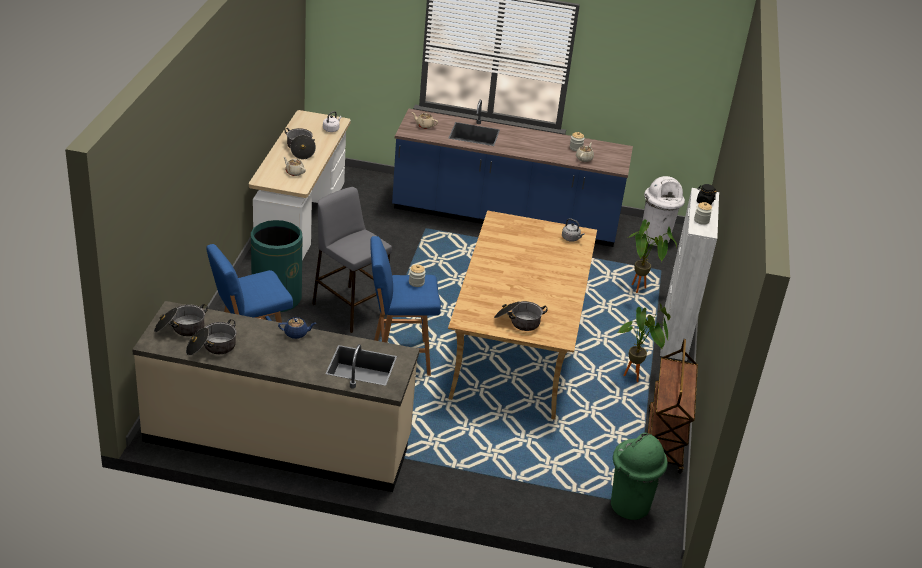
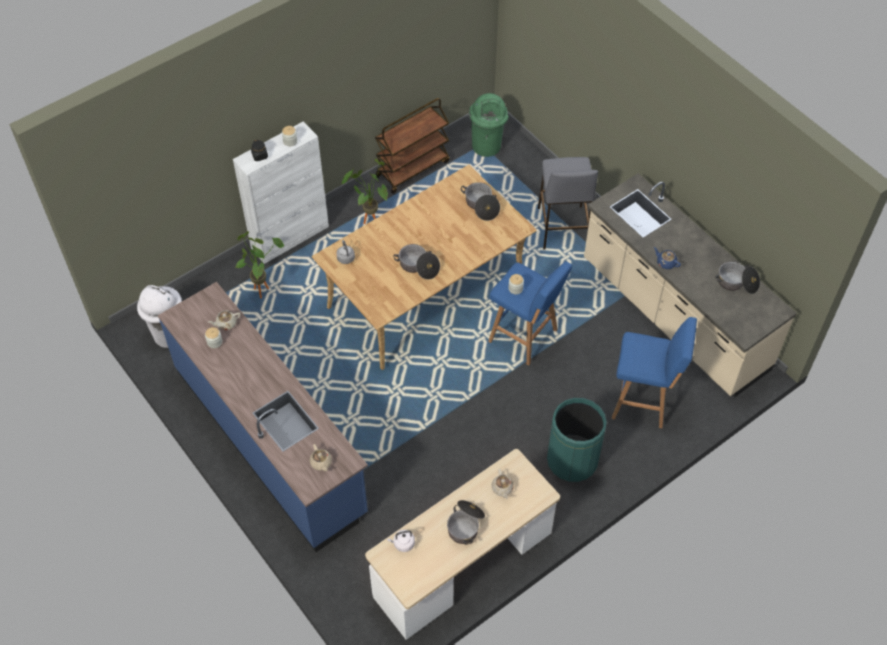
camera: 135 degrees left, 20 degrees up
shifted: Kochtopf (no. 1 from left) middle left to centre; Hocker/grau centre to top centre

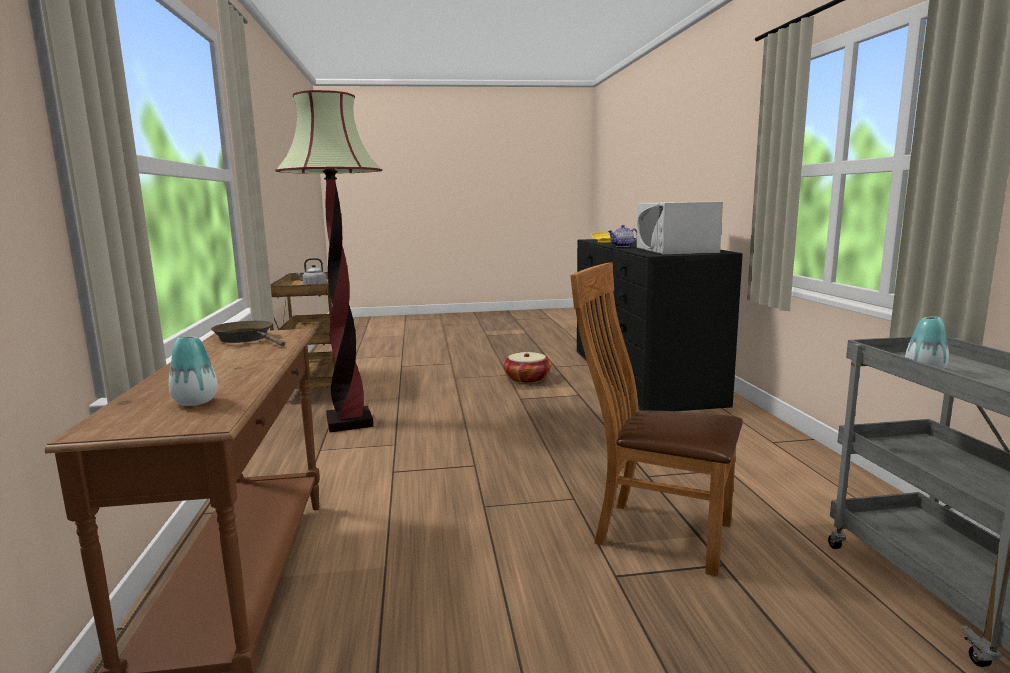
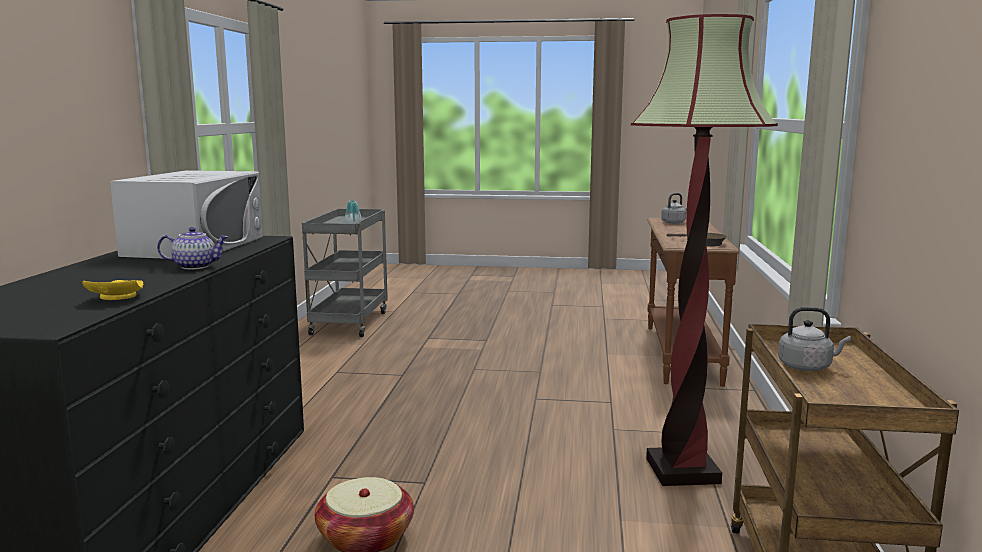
camera: 165 degrees left, 0 degrees up
gone: Stuhl/braun centre
swapped: Vase (no. 1 from left) middle left to Wasserkessel/grau (no. 1 from left) middle right

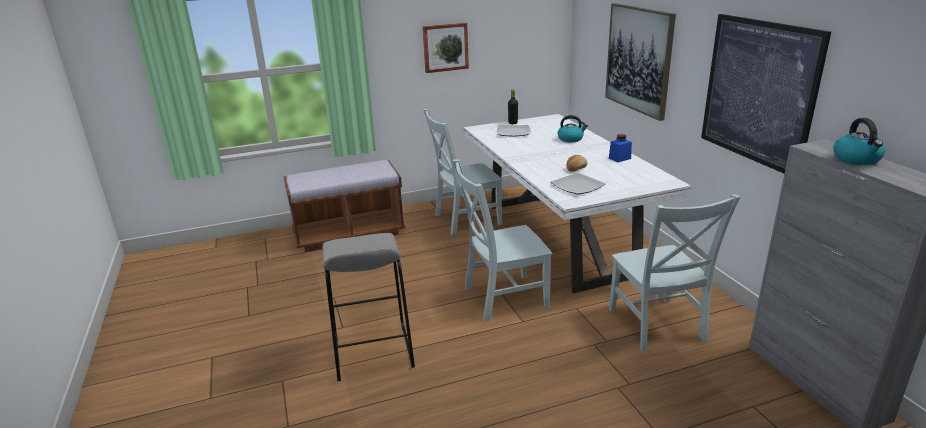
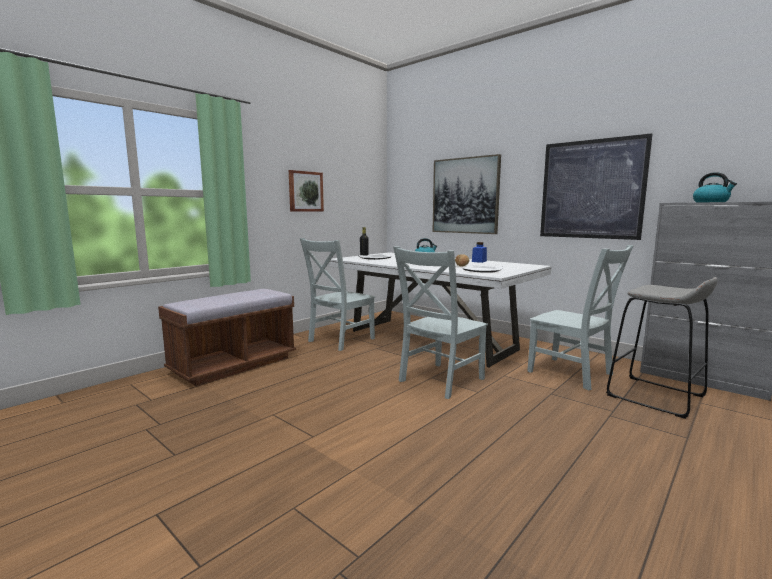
camera: 30 degrees left, 15 degrees down
shifted: Hocker/grau bottom centre to middle right

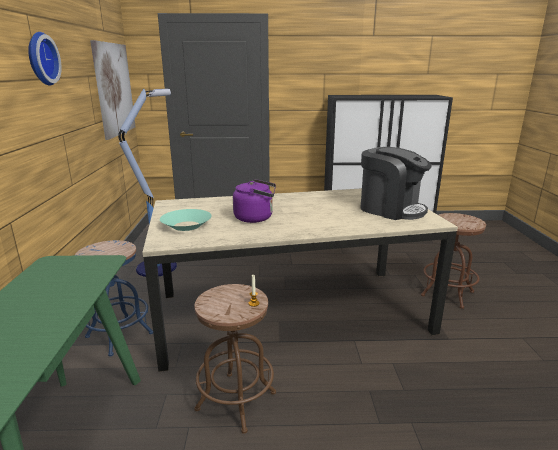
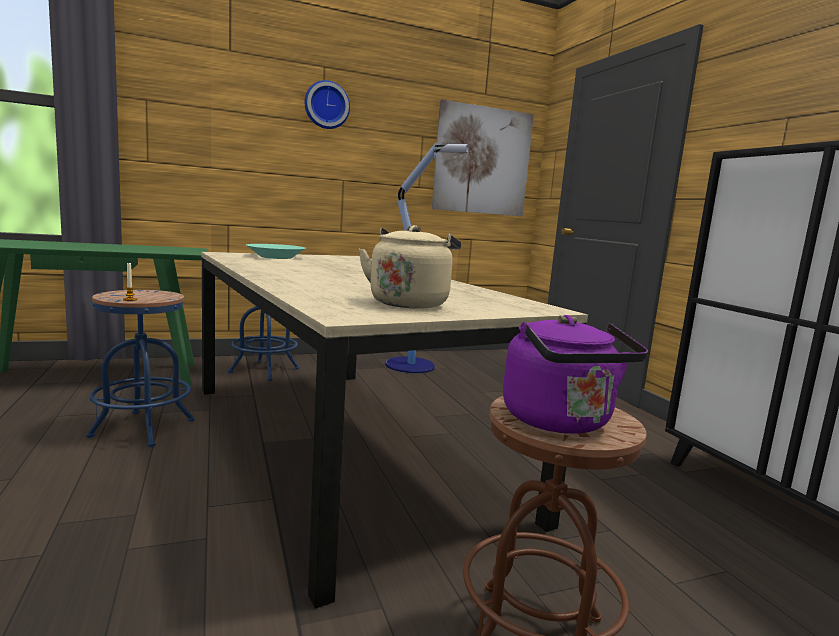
camera: 70 degrees right, 10 degrees down
shifted: Wasserkessel/lila centre to middle right
swapped: Kaffeemaschine middle right to Wasserkessel/beige centre
repainted: Hocker/braun (no. 1 from left) bottom centre to Hocker/blau (no. 1 from left) middle left

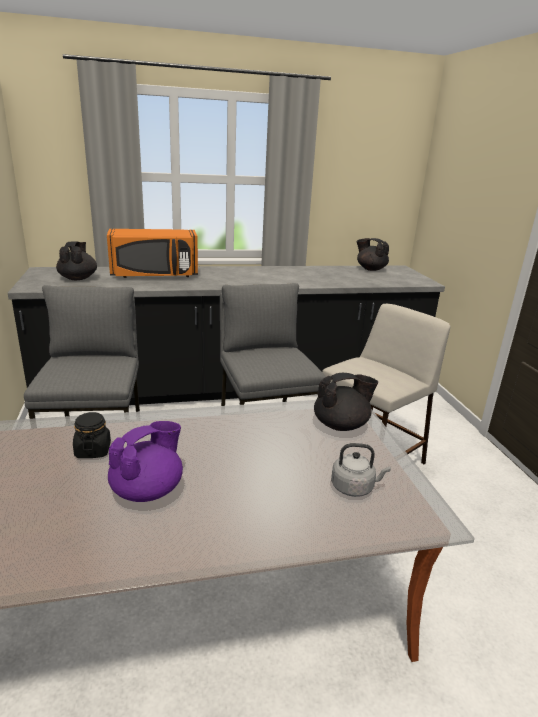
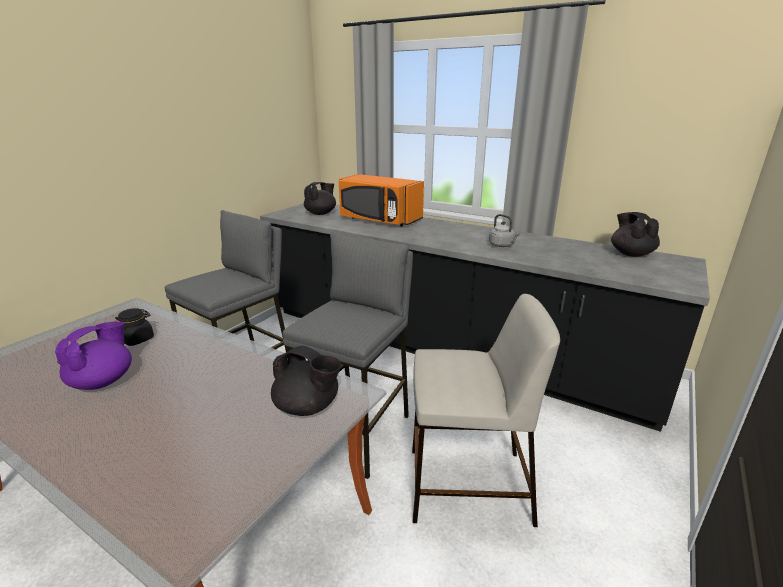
camera: 45 degrees right, 0 degrees up
shifted: Wasserkessel/grau middle right to centre
rotated: Teekanne/lila middle left = middle left 60 degrees counterclockwise

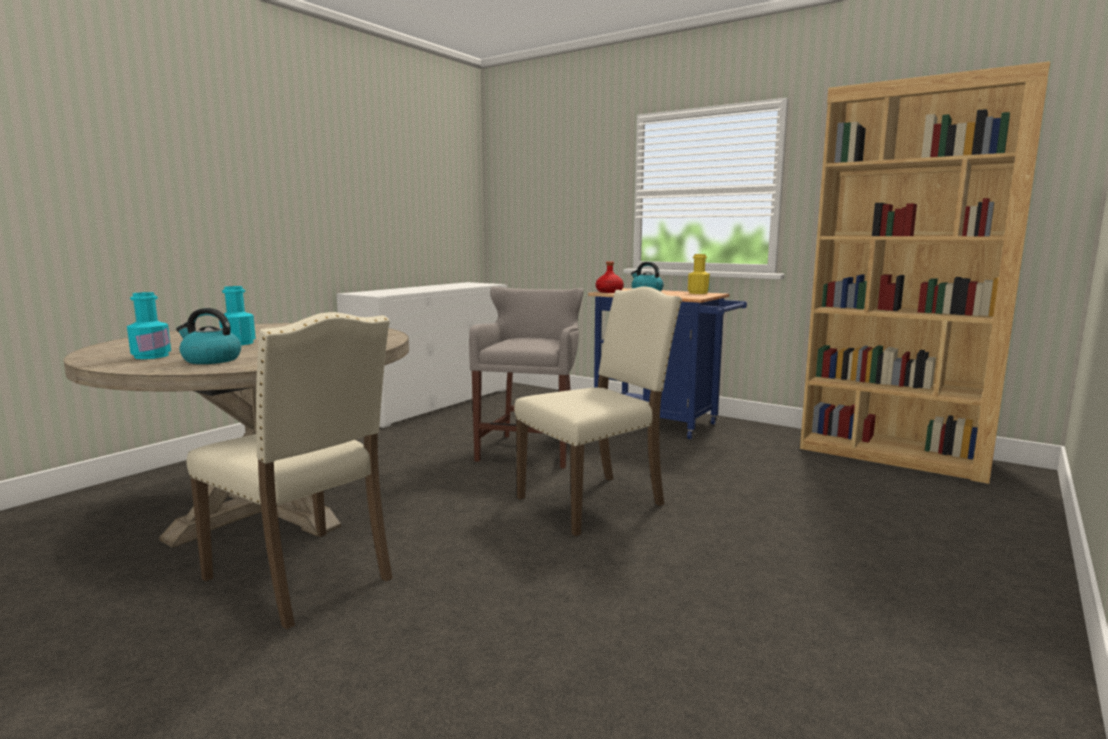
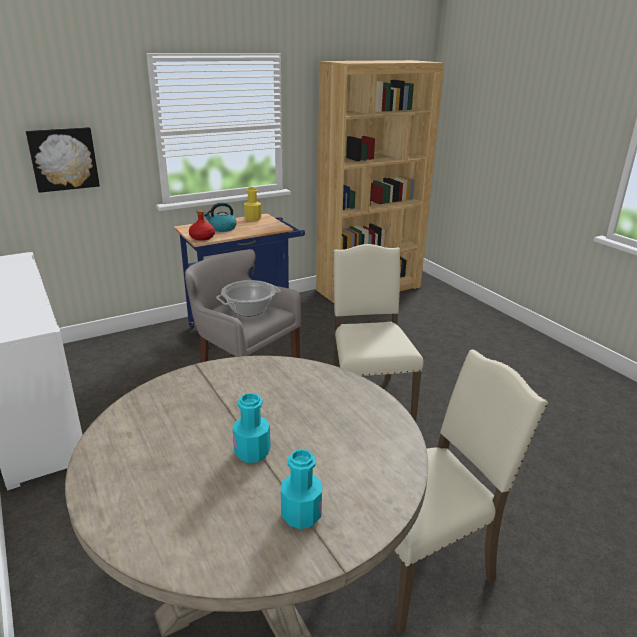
camera: 65 degrees left, 15 degrees up
gone: Wasserkessel (no. 1 from left) middle left
new: Bild top left; Kochtopf centre

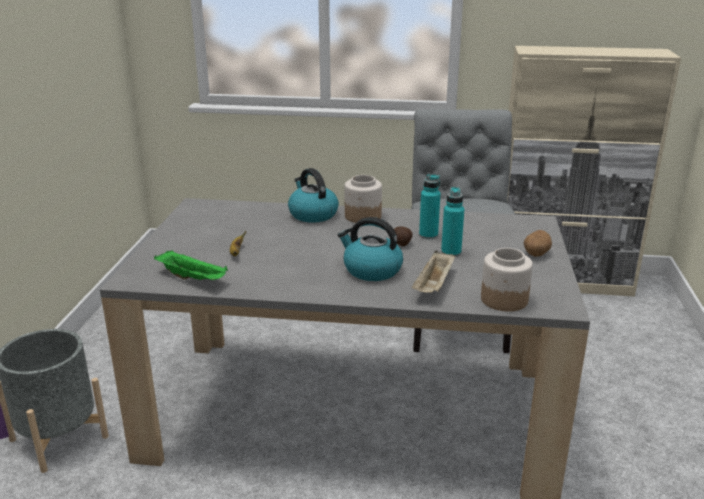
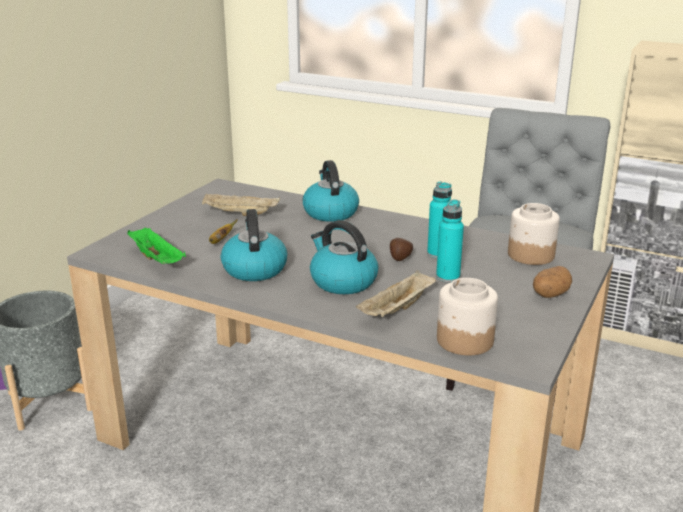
camera: 20 degrees right, 0 degrees up
new: Tablett/beige (no. 1 from left) centre; Wasserkessel (no. 1 from left) centre
shifted: Vorratsglas (no. 1 from left in the first image) centre to Vorratsglas (no. 2 from left) middle right

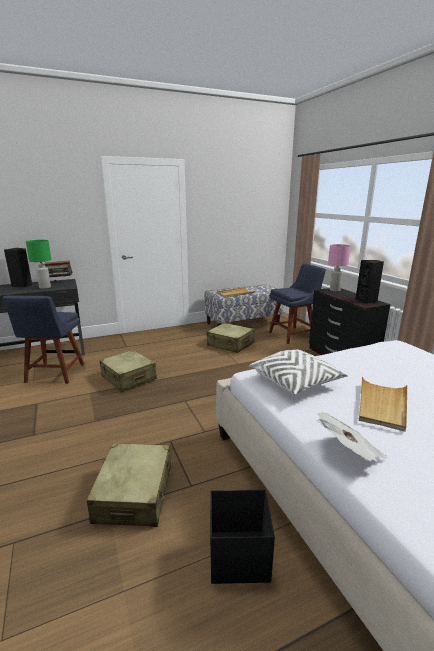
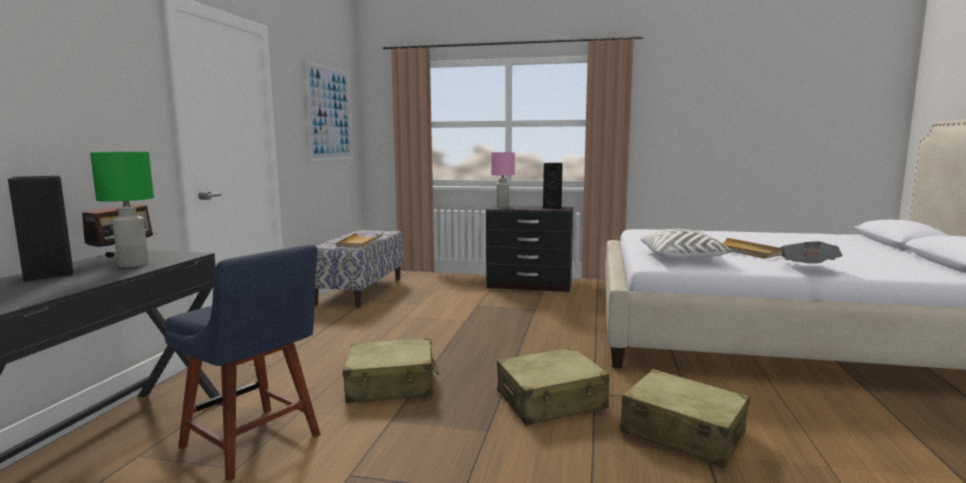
camera: 55 degrees left, 10 degrees down
gone: Aufbewahrungsbox/schwarz bottom centre; Stuhl/blau (no. 2 from left) middle right
new: Bild top centre
shifted: Koffer/beige (no. 3 from left in the first image) centre to Koffer/beige (no. 2 from left) bottom centre

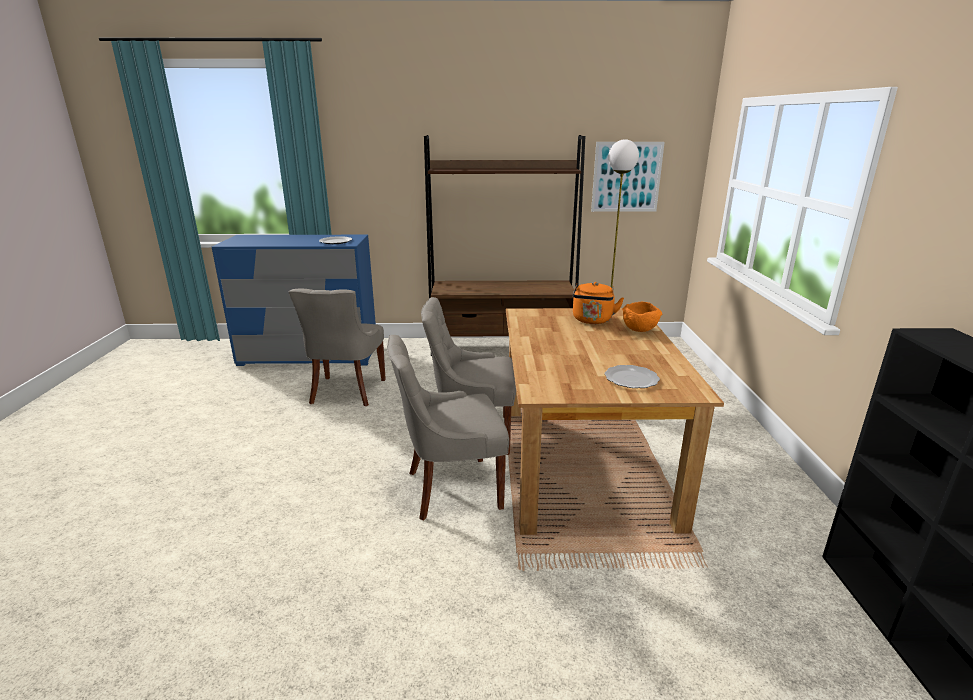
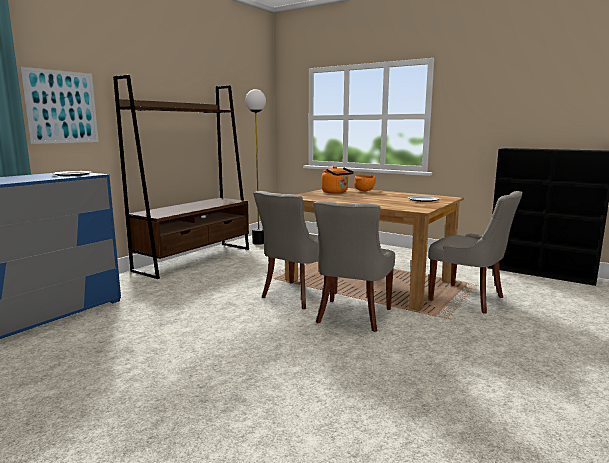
camera: 55 degrees left, 10 degrees down
shifted: Stuhl/grau (no. 1 from left in the first image) centre to Stuhl/grau (no. 3 from left) middle right; Bild top centre to top left

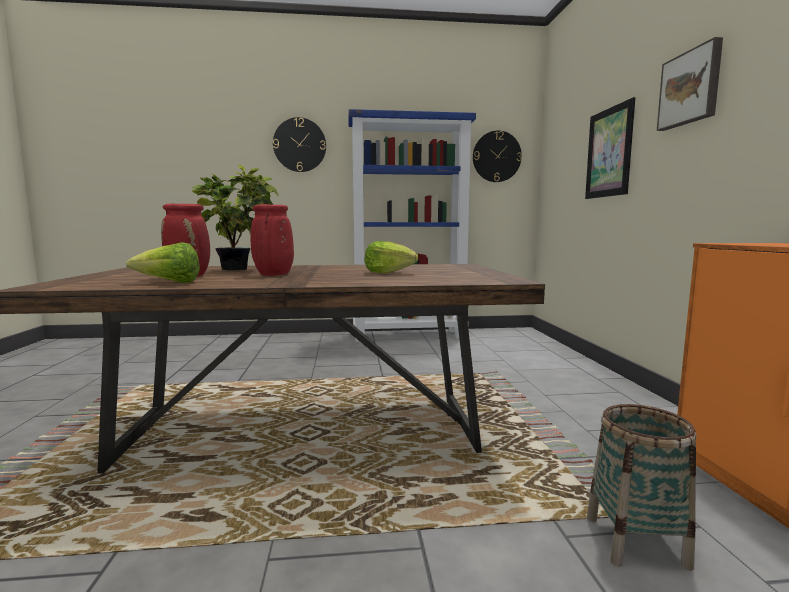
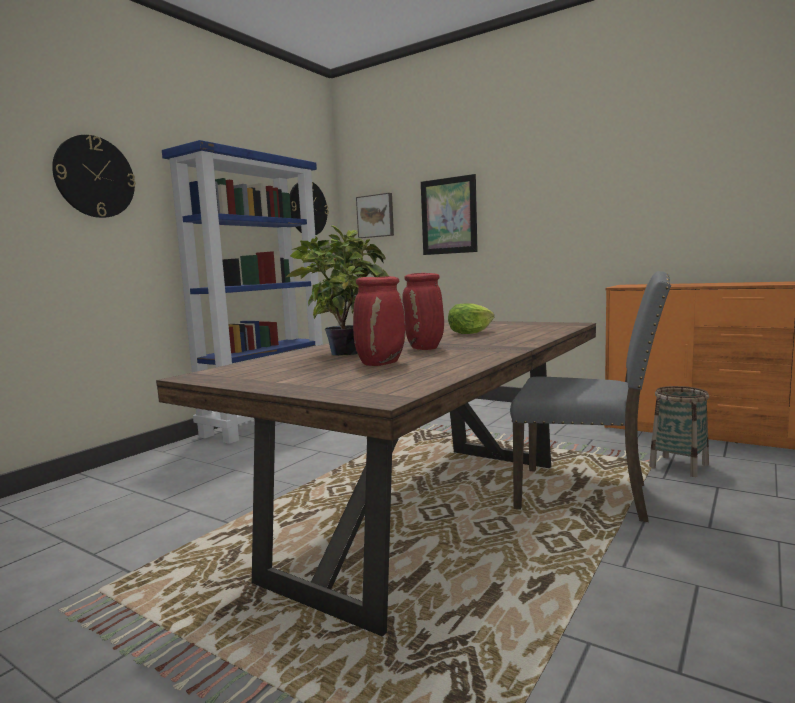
camera: 50 degrees left, 0 degrees up
gone: Salatkopf (no. 1 from left) middle left
new: Stuhl/grau middle right
shifted: Bild (no. 2 from left in the first image) top right to Bild (no. 1 from left) top centre

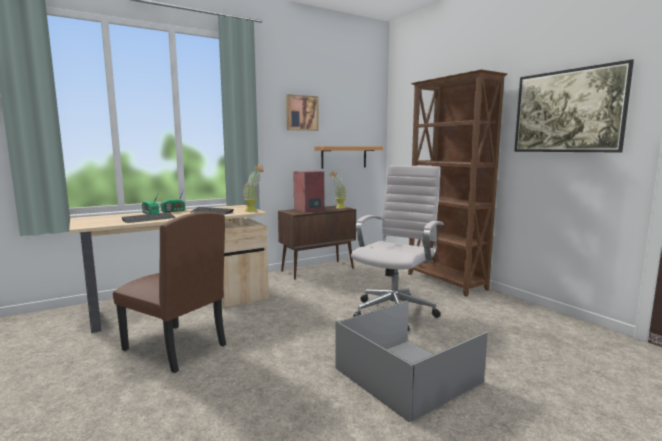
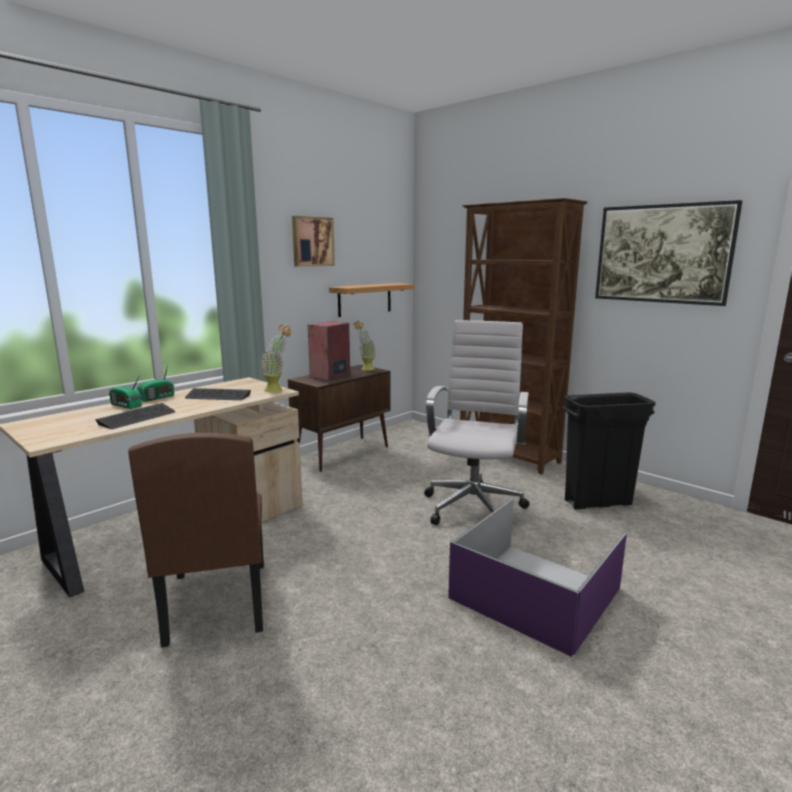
camera: 15 degrees left, 5 degrees up
new: Mülleimer/schwarz middle right
repainted: Aufbewahrungsbox/grau bottom centre to Aufbewahrungsbox/lila bottom right
rotated: Stuhl/braun middle left = bottom left 60 degrees clockwise

